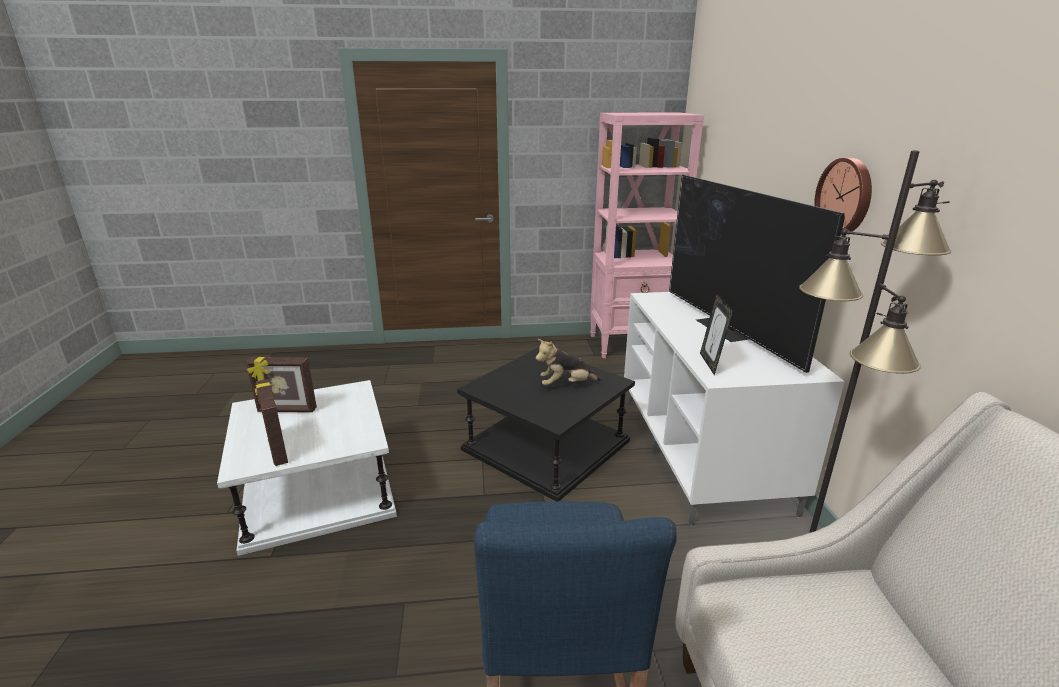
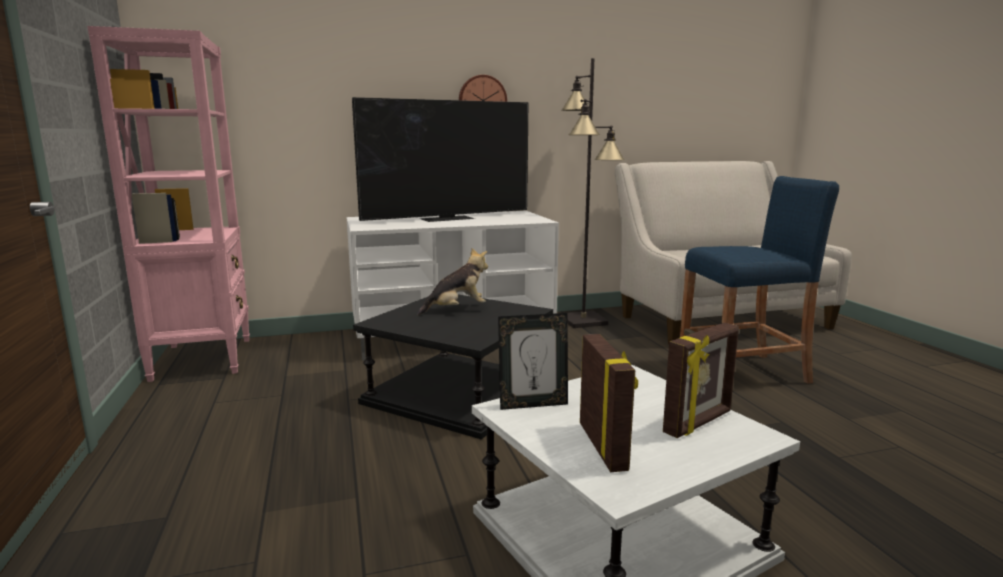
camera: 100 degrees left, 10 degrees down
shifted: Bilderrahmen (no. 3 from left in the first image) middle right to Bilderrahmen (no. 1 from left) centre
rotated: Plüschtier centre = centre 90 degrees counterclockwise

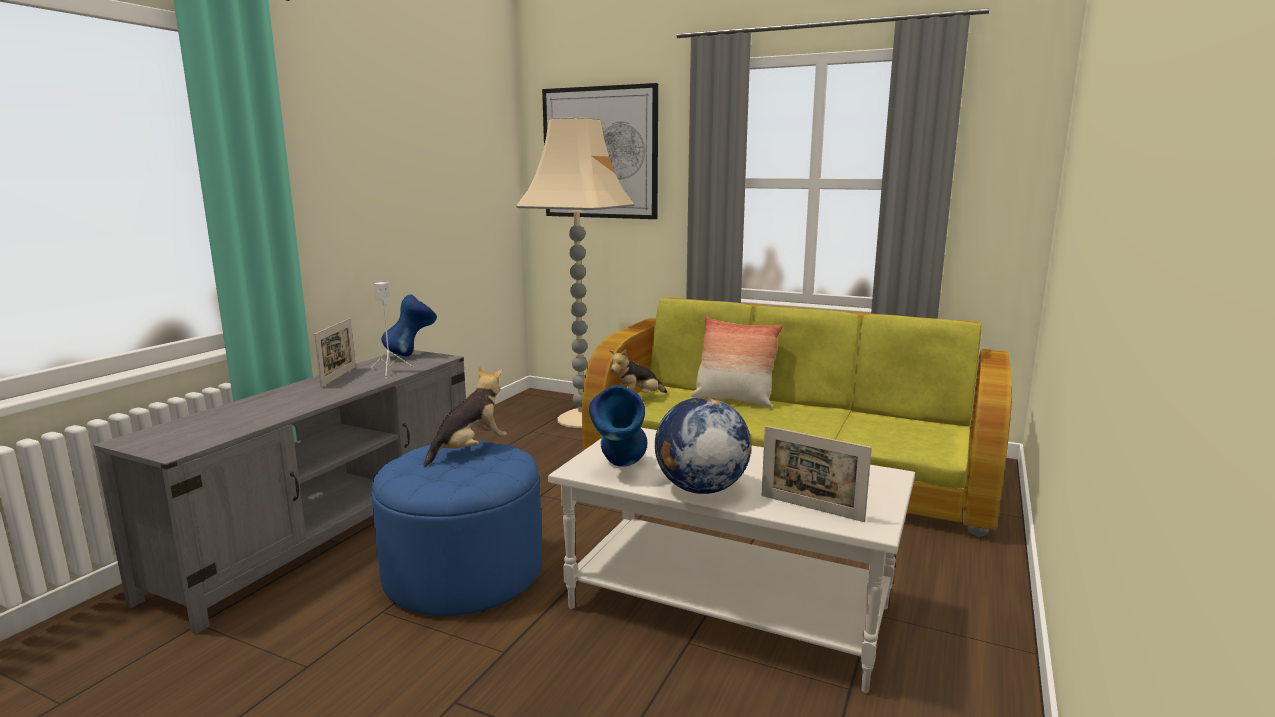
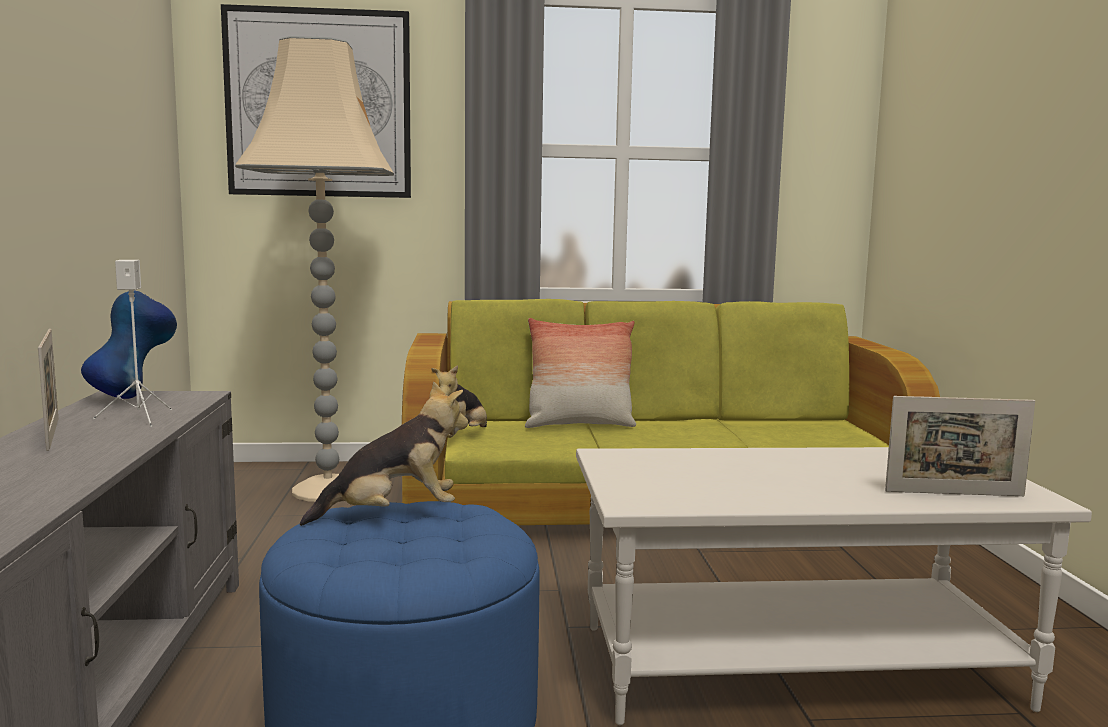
camera: 30 degrees left, 5 degrees down
gone: Vase/blau (no. 2 from left) centre; Globus centre
rotated: Plüschtier (no. 1 from left) centre = centre 60 degrees clockwise

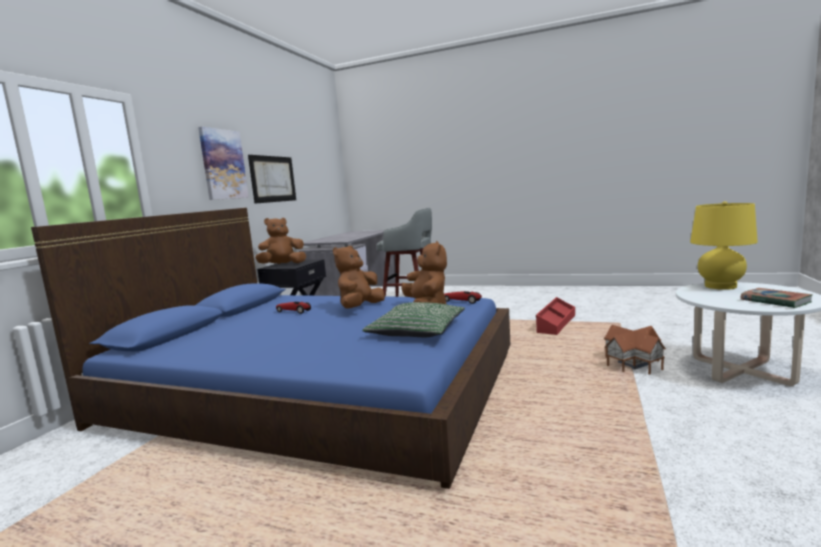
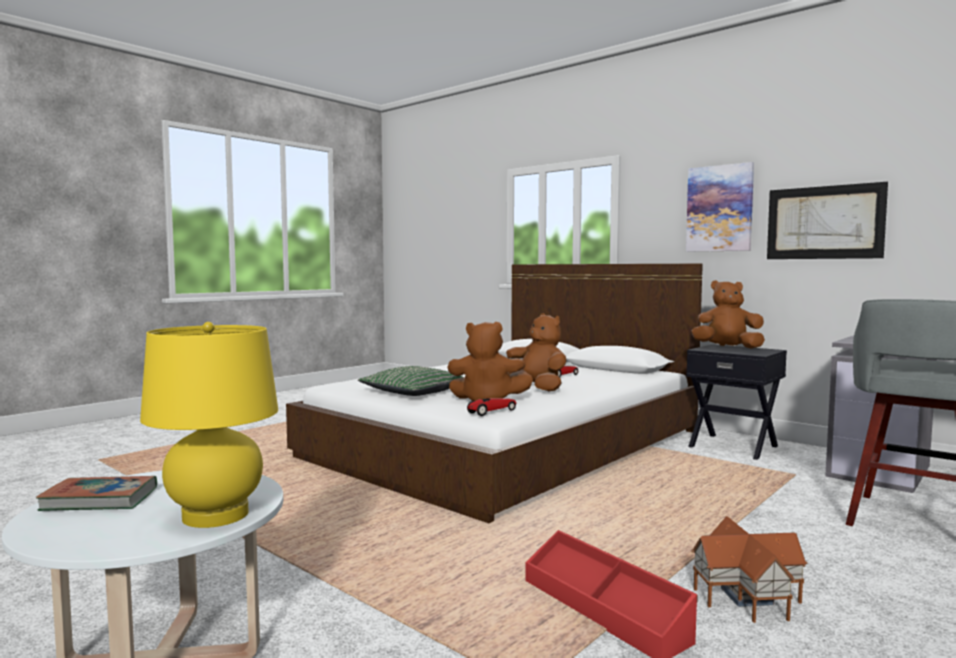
camera: 110 degrees right, 5 degrees down
shifted: Spielzeughaus middle right to bottom right
repainted: Bett/blau middle left to Bett/weiß centre
rotated: Plüschtier/braun (no. 1 from left in the first image) centre = middle right 75 degrees counterclockwise

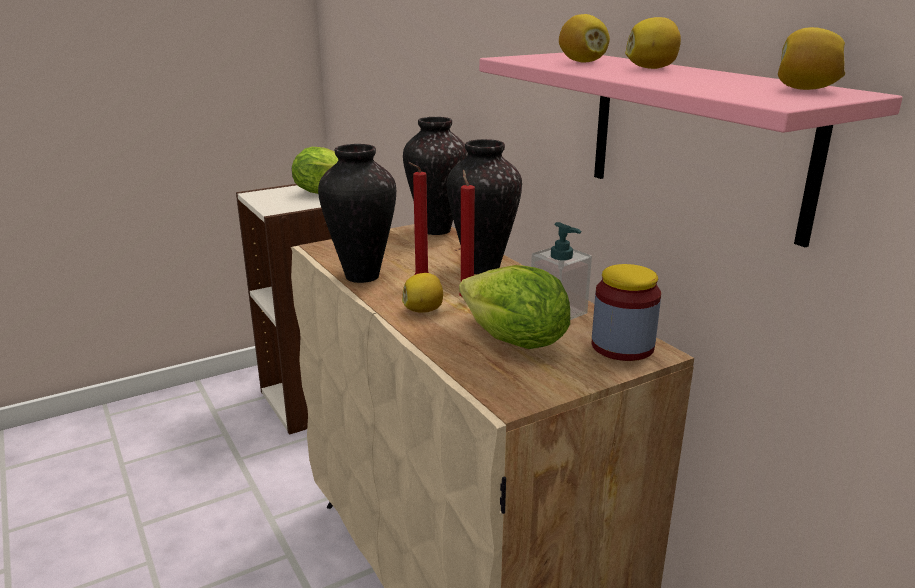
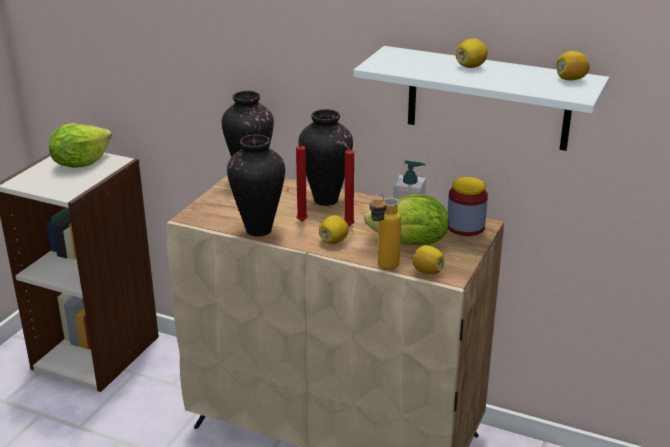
camera: 35 degrees left, 5 degrees up
new: Flasche centre
shifted: Zitrone (no. 2 from left) top centre to centre
repainted: Wandregal/rosa top right to Wandregal/weiß top right

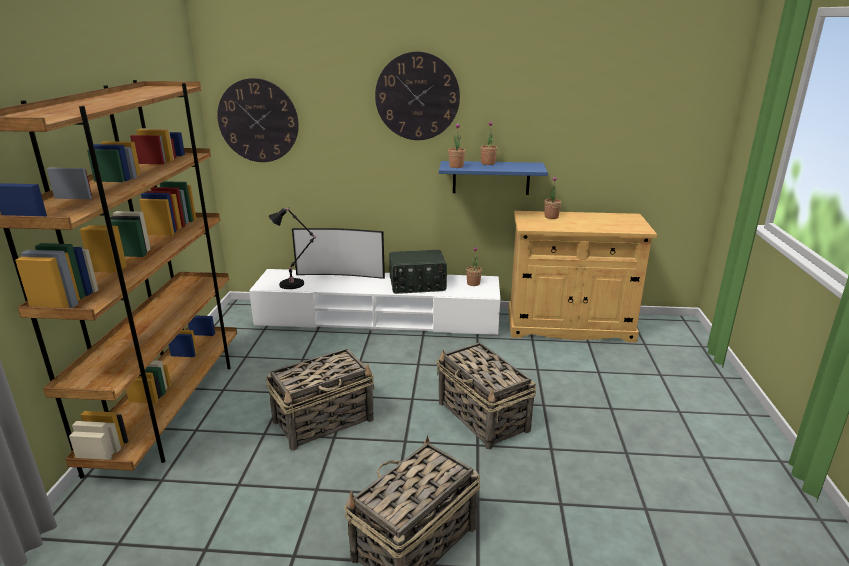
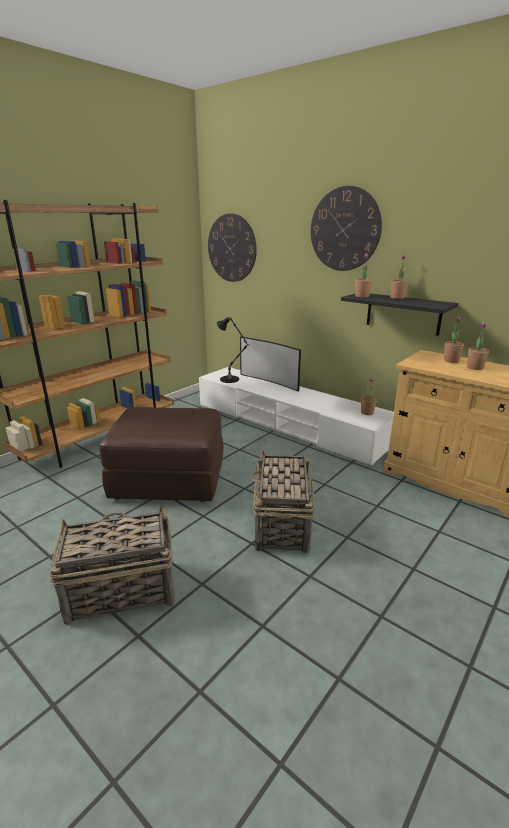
camera: 35 degrees right, 0 degrees up
gone: Radio centre
new: Topfpflanze (no. 5 from left) middle right
swapped: Korb (no. 1 from left) bottom centre to Polsterhocker/braun middle left
repainted: Wandregal/blau top centre to Wandregal/schwarz middle right

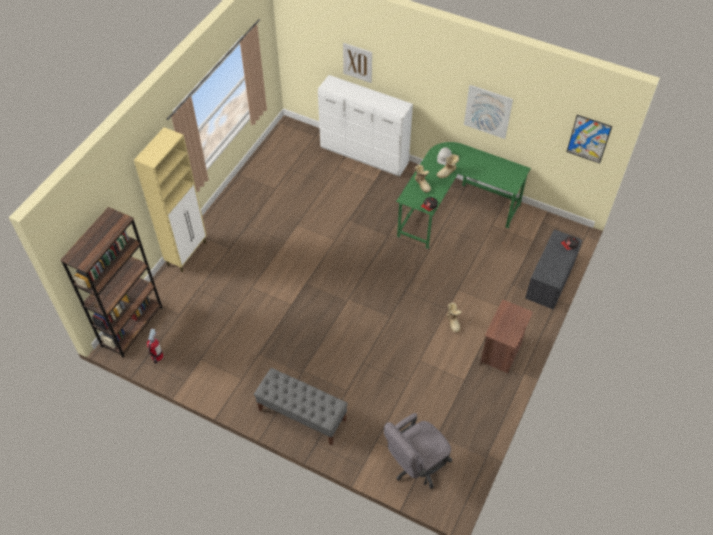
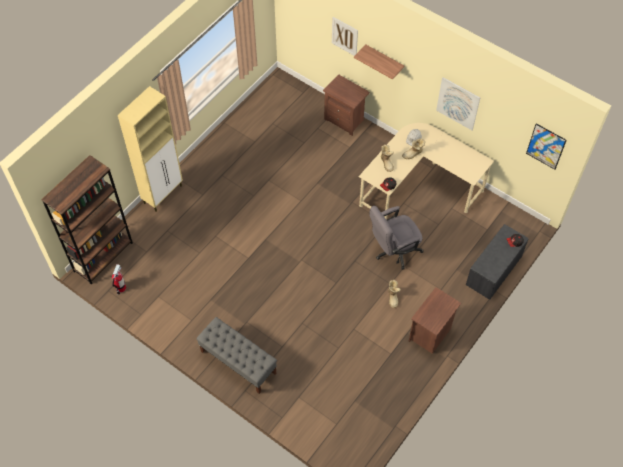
camera: 10 degrees right, 5 degrees up
new: Wandregal top centre
shifted: Bürostuhl/grau bottom centre to centre
swapped: Kommode/weiß top centre to Nachttisch/braun (no. 1 from left) top centre
repainted: Schreibtisch/grün centre to Schreibtisch/beige middle right

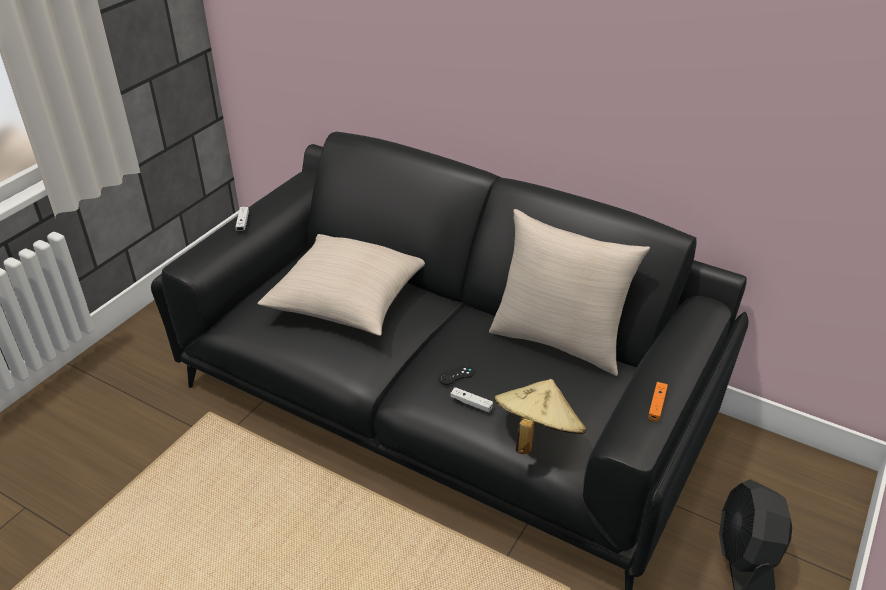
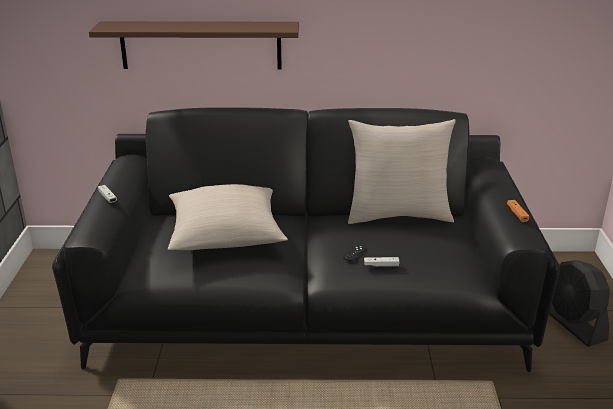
camera: 30 degrees left, 10 degrees down
gone: Hut/beige bottom centre
new: Wandregal/braun top left

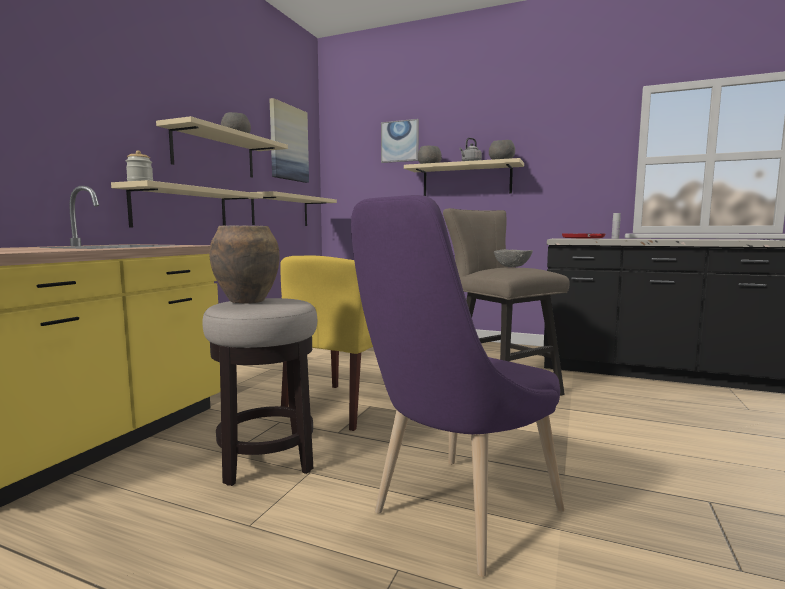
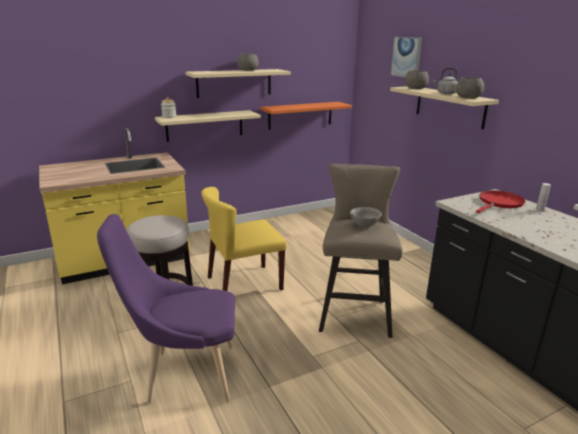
camera: 40 degrees right, 15 degrees up
gone: Vase/braun middle left; Bild (no. 1 from left) top centre
repainted: Wandregal/beige (no. 3 from left) centre to Wandregal/orange top centre

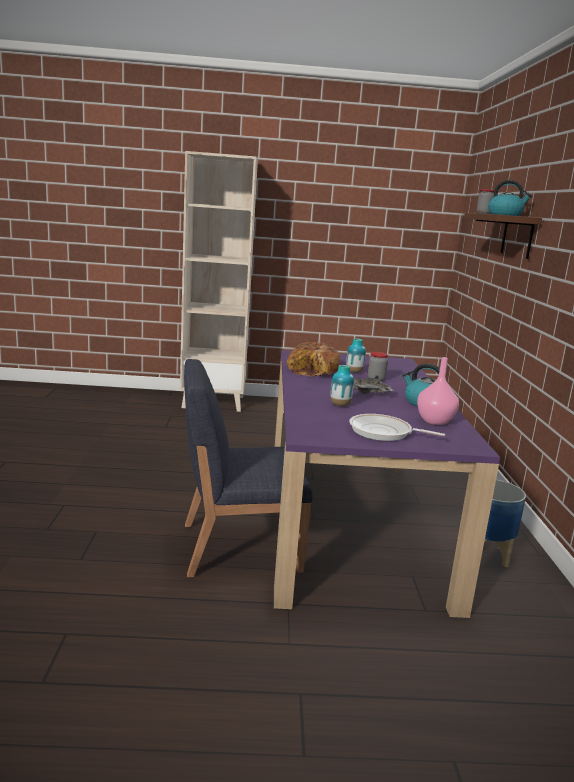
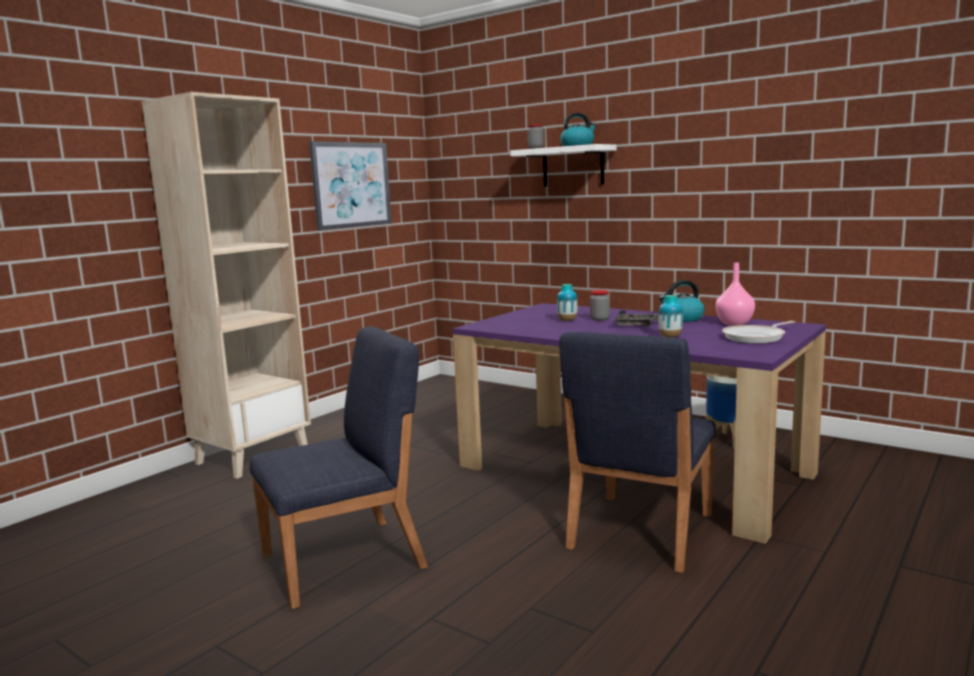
camera: 50 degrees left, 5 degrees down
gone: Brot centre
new: Stuhl/blau (no. 1 from left) bottom centre; Bild top centre
repainted: Wandregal/braun top right to Wandregal/weiß top centre

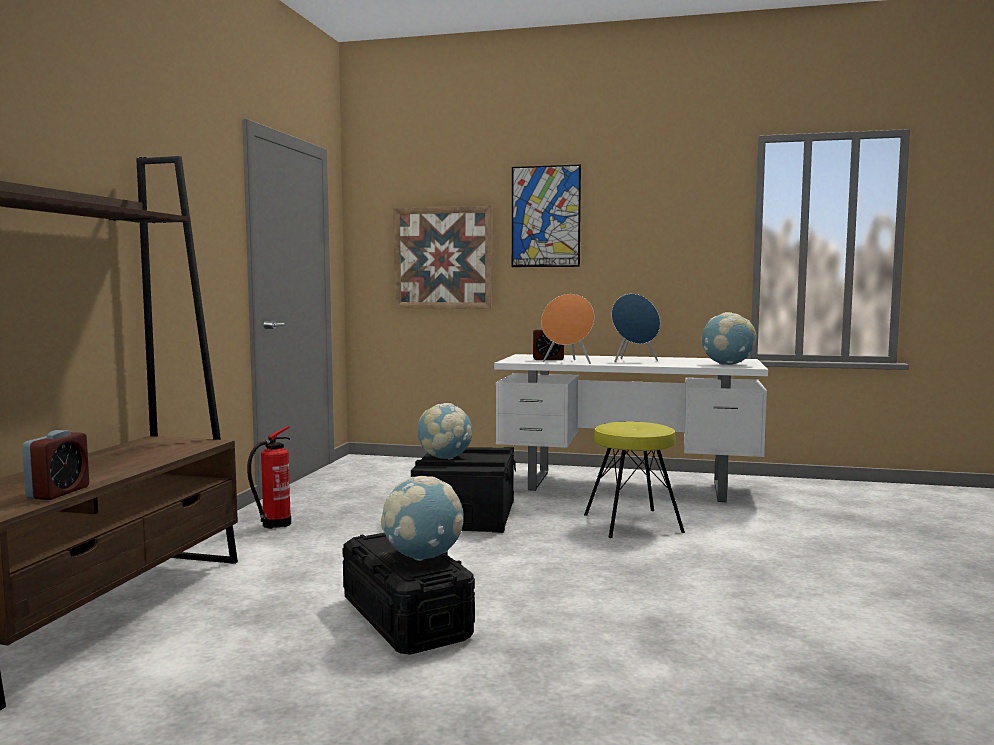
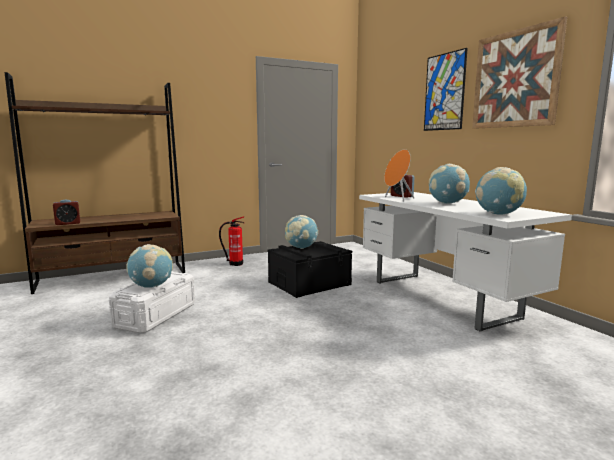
camera: 50 degrees right, 5 degrees up
gone: Hocker/gelb centre
shifted: Bild (no. 1 from left in the first image) centre to Bild (no. 2 from left) top right
swapped: Lautsprecher/blau centre to Globus (no. 3 from left) middle right
repainted: Aufbewahrungsbox/schwarz (no. 1 from left) bottom centre to Aufbewahrungsbox/weiß middle left

